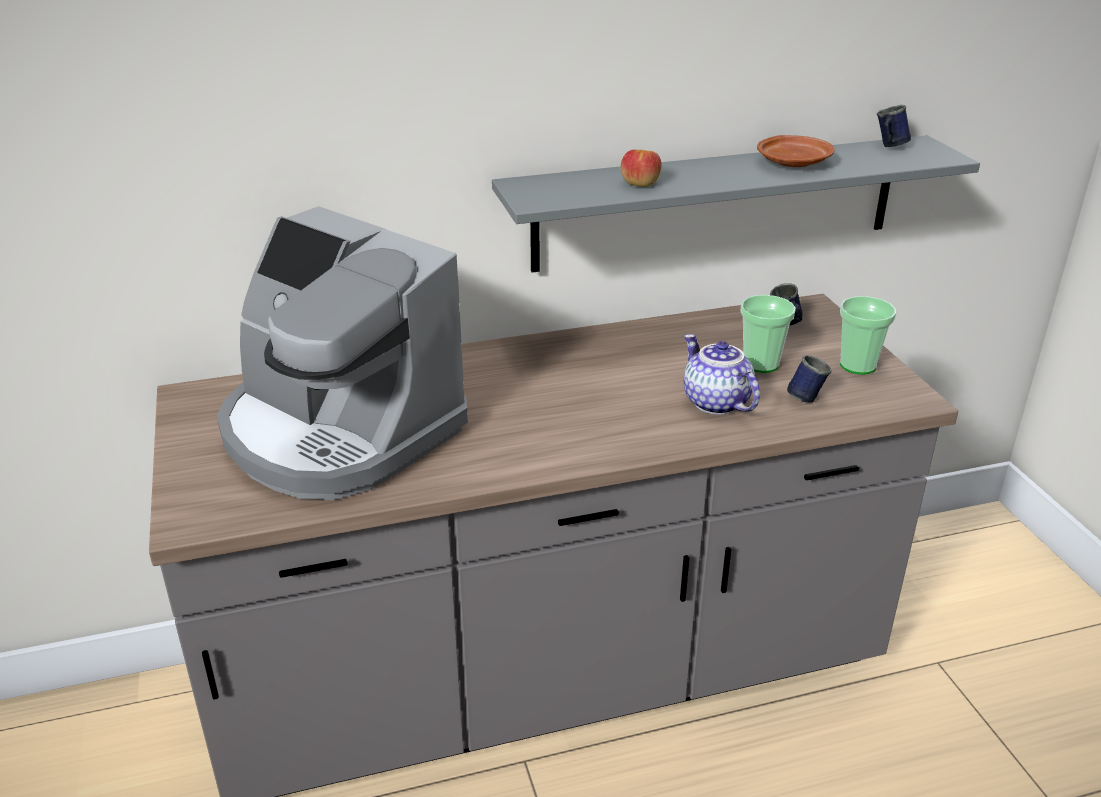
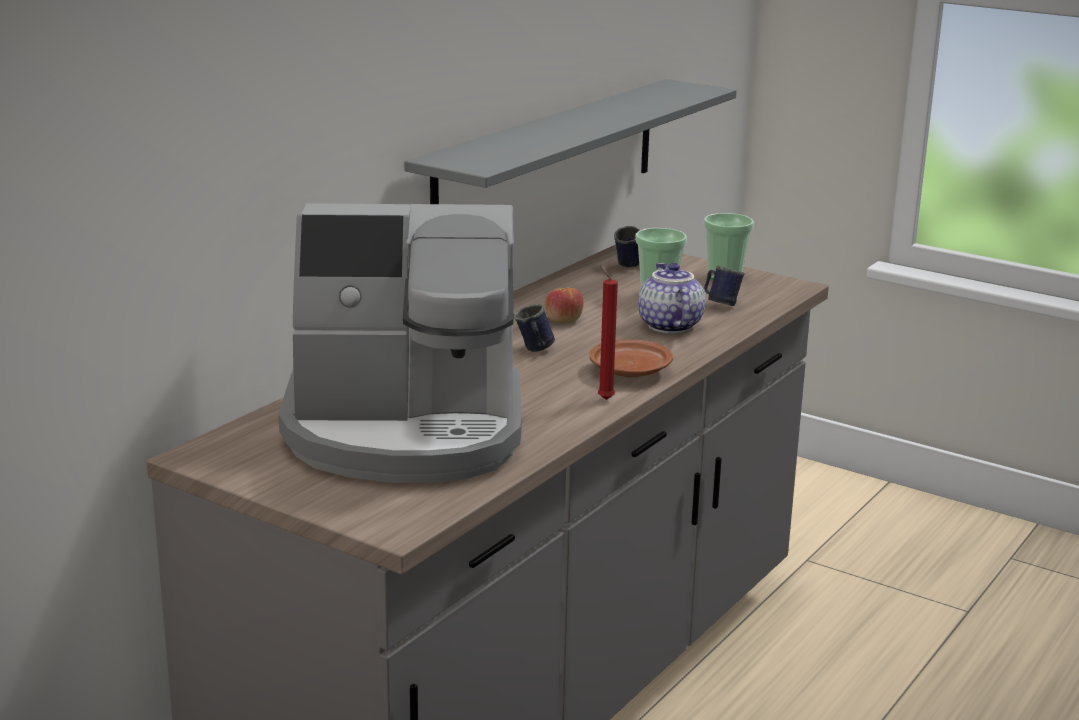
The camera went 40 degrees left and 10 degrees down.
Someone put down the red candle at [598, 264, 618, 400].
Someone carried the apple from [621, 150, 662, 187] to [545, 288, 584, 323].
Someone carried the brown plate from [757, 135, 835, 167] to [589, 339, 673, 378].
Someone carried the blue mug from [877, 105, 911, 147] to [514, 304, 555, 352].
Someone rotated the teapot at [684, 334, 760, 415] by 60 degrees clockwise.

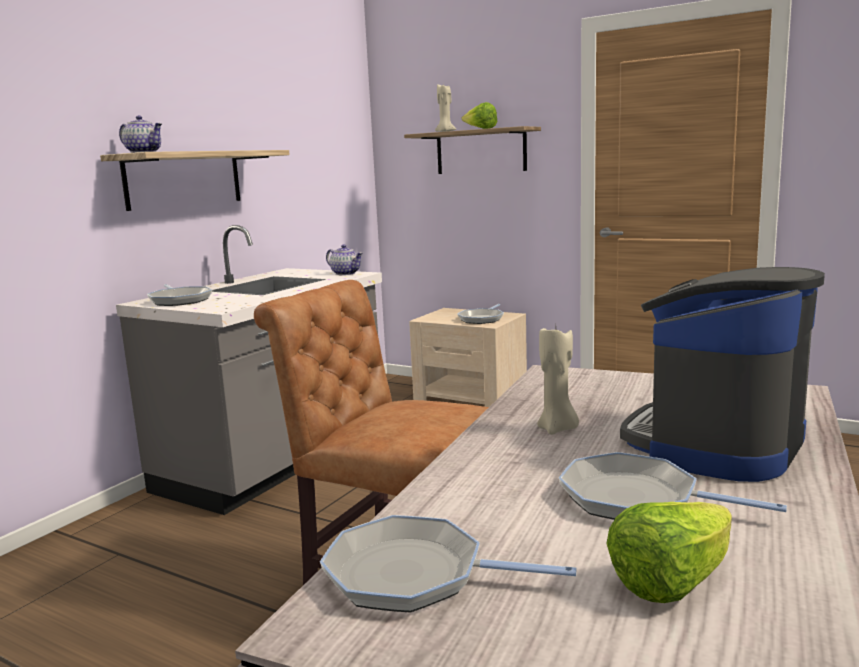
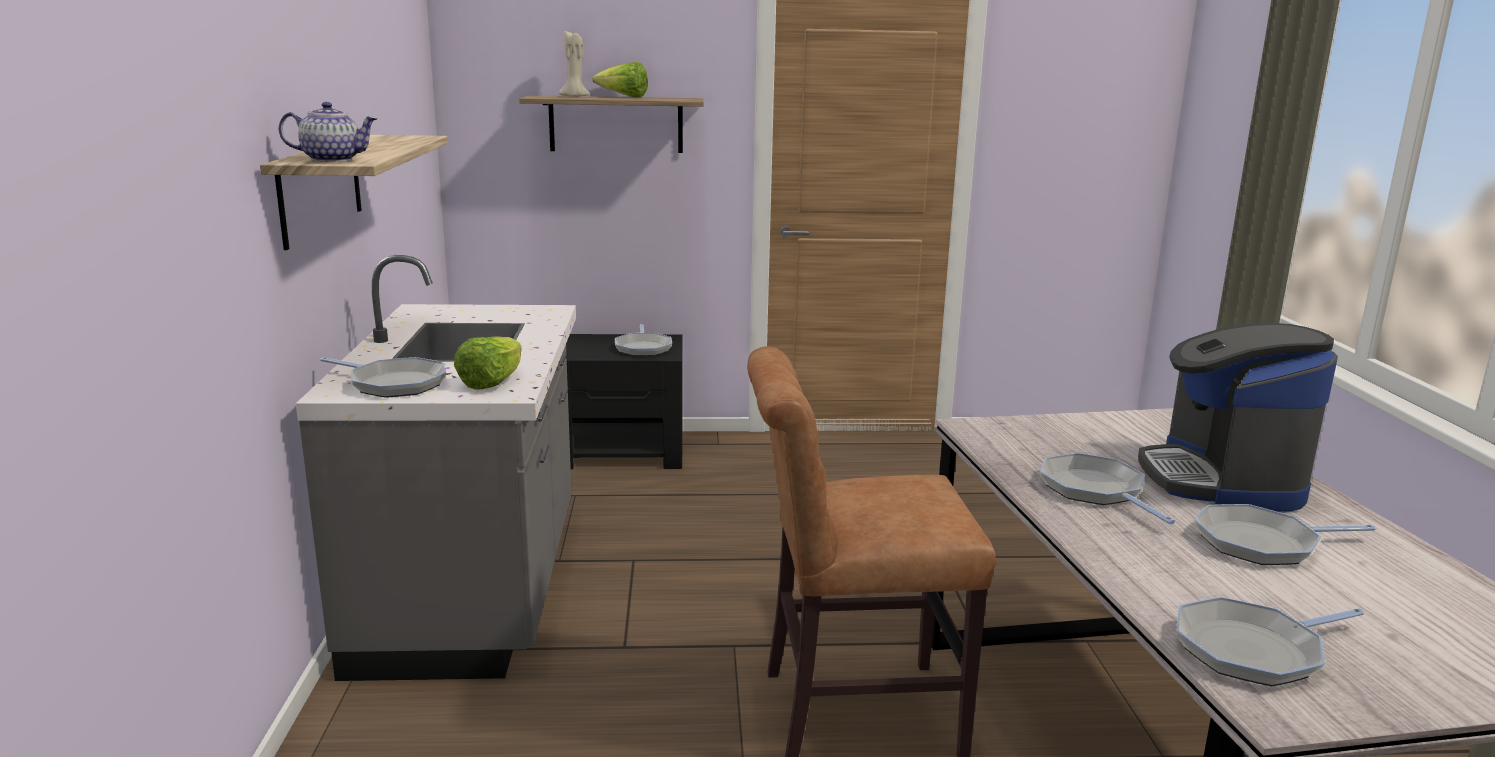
The camera went 35 degrees left and 5 degrees up.
Someone took away the teapot at [326, 244, 363, 275].
Someone carried the lettuce from [607, 502, 732, 603] to [454, 336, 521, 390].
Someone swapped the beige candle at [537, 327, 579, 435] for the frying pan at [1040, 453, 1175, 524].
Someone repainted the beige nightstand at [409, 308, 527, 407], which became the black nightstand at [566, 334, 683, 469].

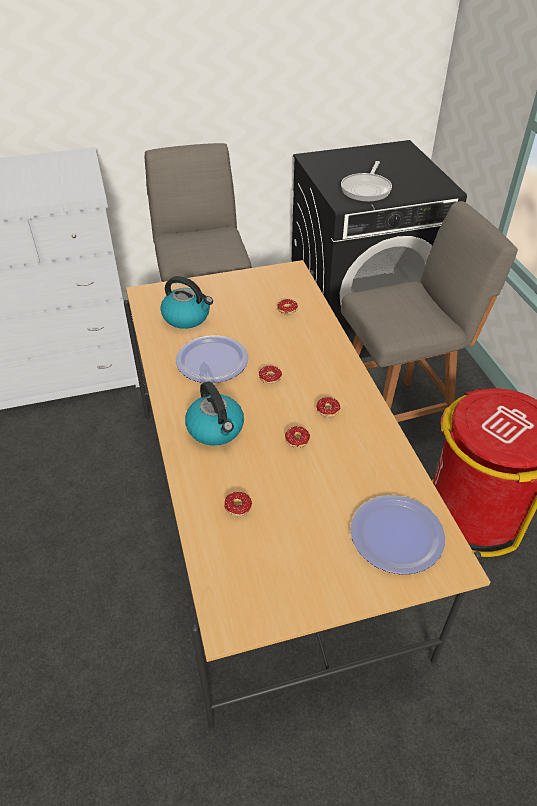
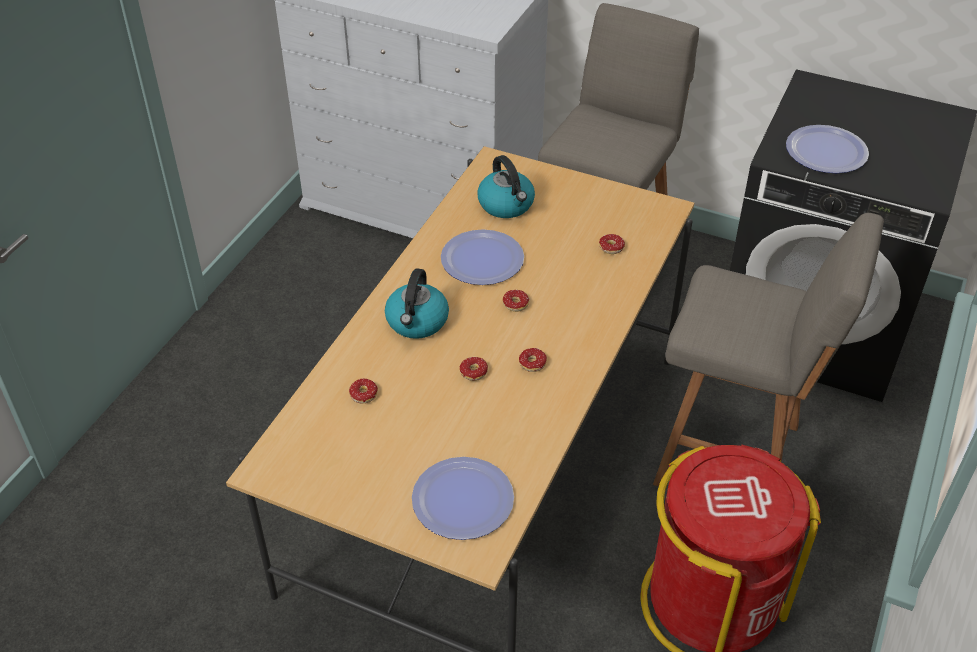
The camera went 40 degrees right and 0 degrees up.
Someone swapped the frying pan at [341, 161, 392, 202] for the plate at [786, 125, 869, 173].

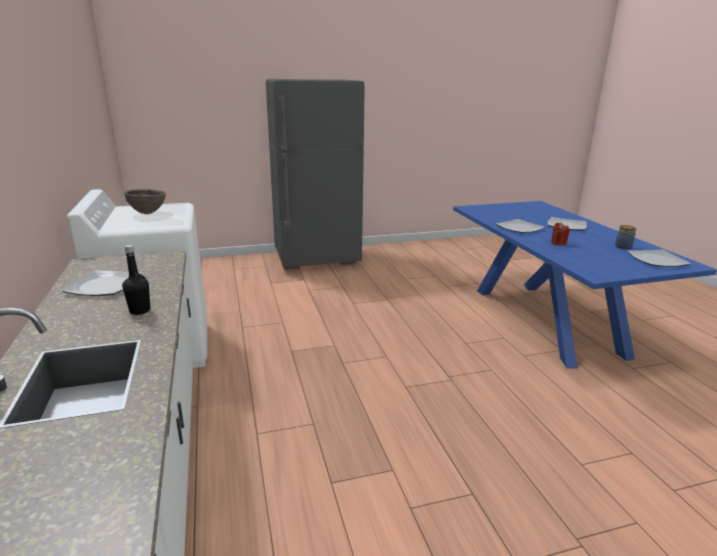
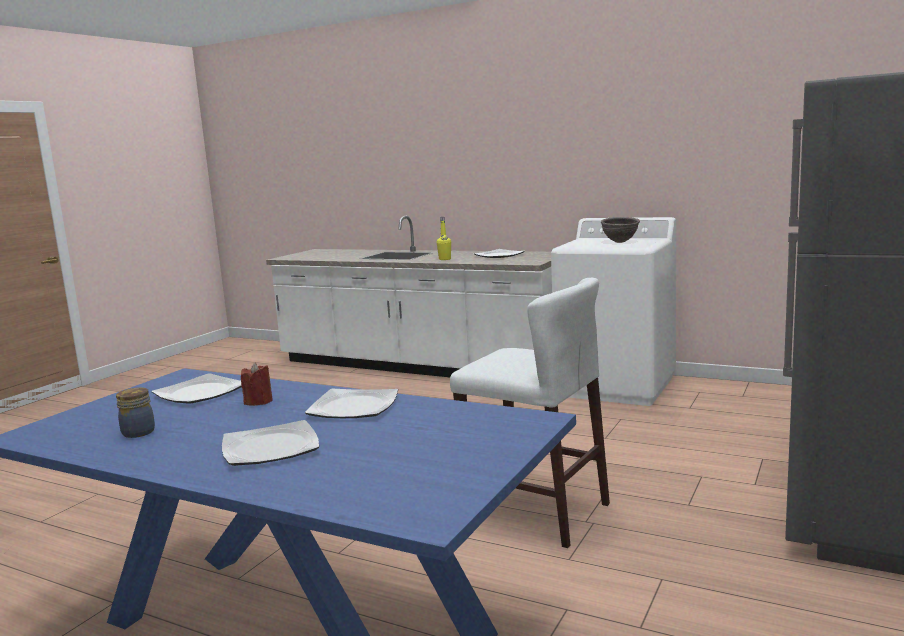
The camera went 135 degrees right and 10 degrees down.
Someone put down the white stool at [450, 278, 610, 548].
Someone carried the plate from [627, 250, 691, 267] to [151, 373, 241, 404].
Someone repainted the black bottle at [122, 245, 150, 315], which became the yellow bottle at [437, 217, 451, 260].

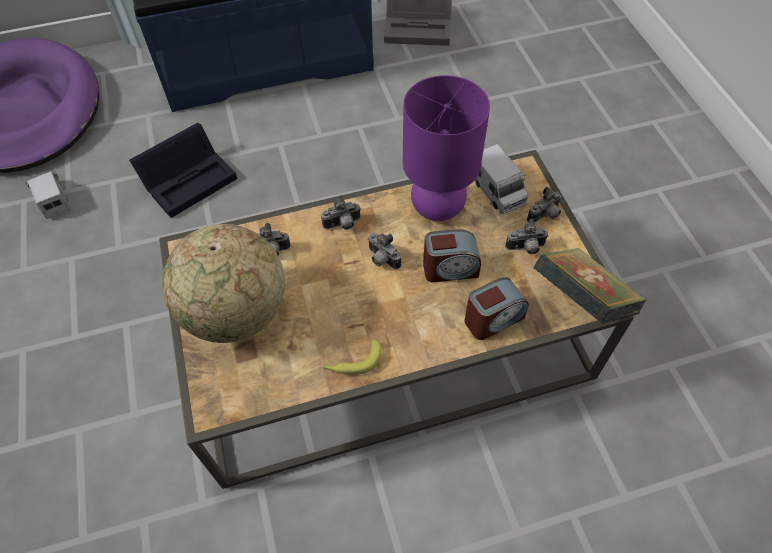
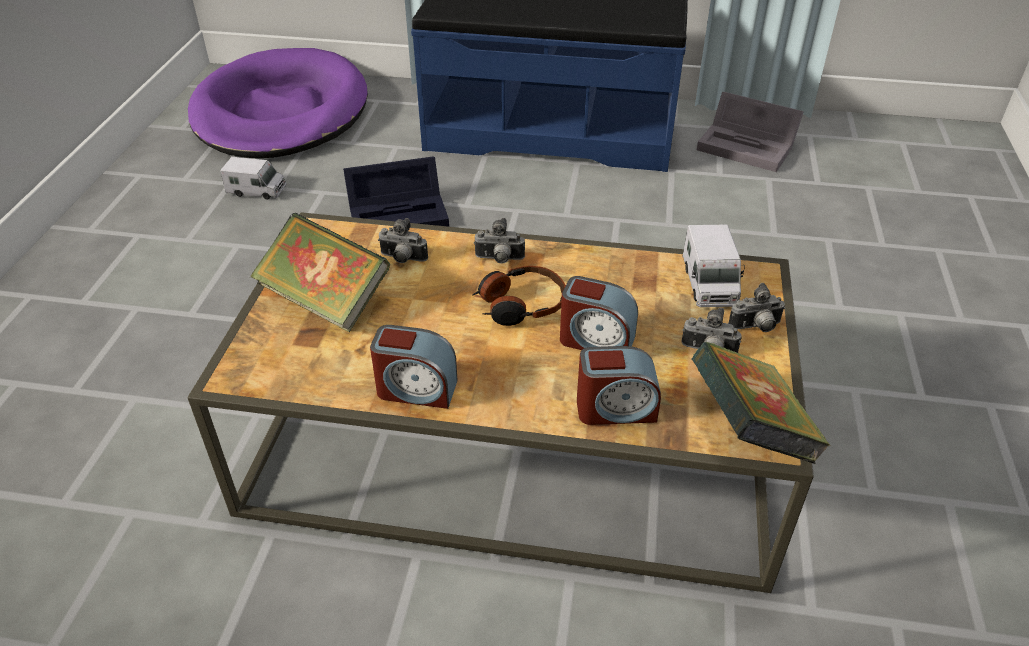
The camera went 25 degrees right and 15 degrees down.
Someone took away the purple table lamp at [403, 75, 490, 221].
Someone swapped the globe at [162, 224, 285, 343] for the book at [250, 213, 390, 332].
Someone swapped the banana at [322, 339, 382, 375] for the alarm clock at [370, 325, 457, 409].
Someone swapped the photo camera at [368, 233, 401, 269] for the headphones at [472, 266, 566, 326].
Someone rotated the toy truck at [26, 171, 71, 219] by 105 degrees clockwise.

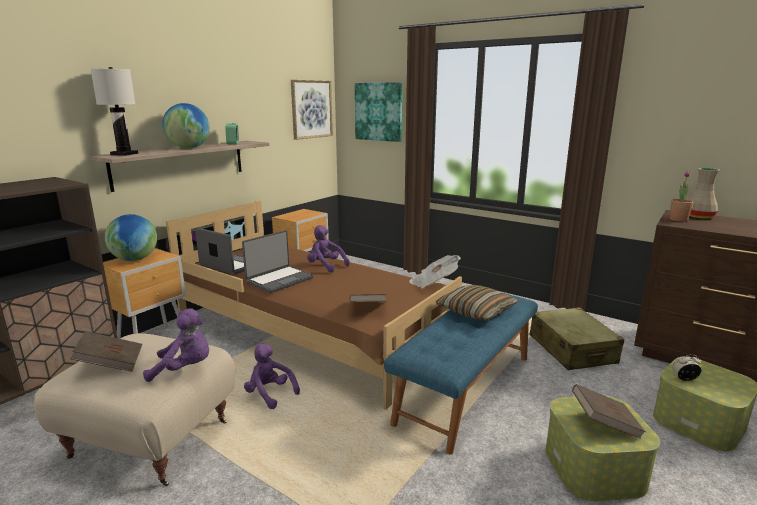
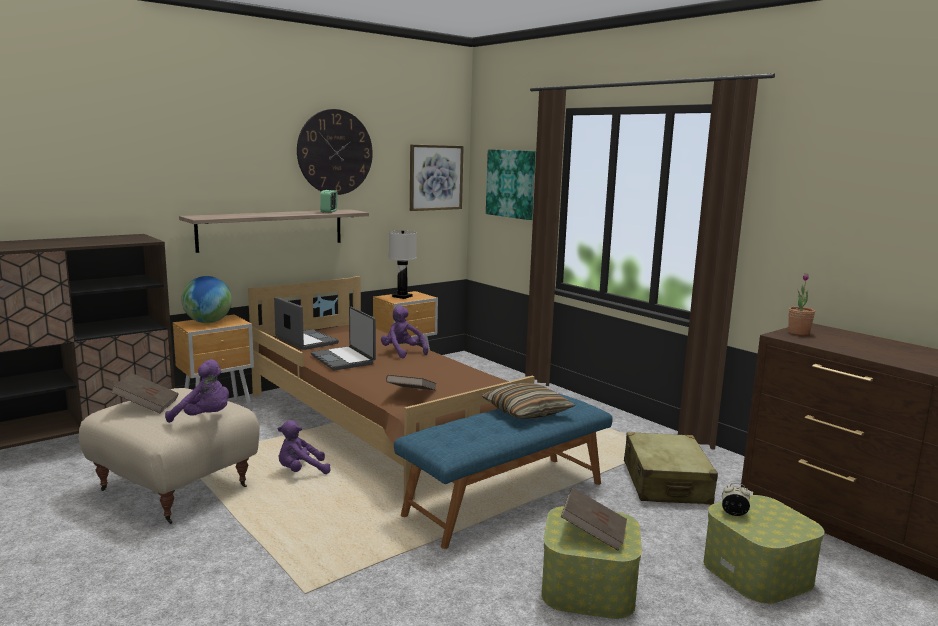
The camera went 15 degrees right and 5 degrees down.
Someone took away the globe at [162, 103, 210, 149].
Someone took away the newspaper at [409, 255, 461, 288].
Someone took away the beige vase at [688, 168, 720, 218].
Someone put up the wall clock at [297, 109, 373, 195].
Someone carried the white table lamp from [90, 67, 138, 156] to [389, 231, 417, 299].
Someone rotated the laptop at [242, 230, 314, 293] by 90 degrees clockwise.
Someone rotated the purple plush toy at [244, 344, 300, 409] by 75 degrees counterclockwise.

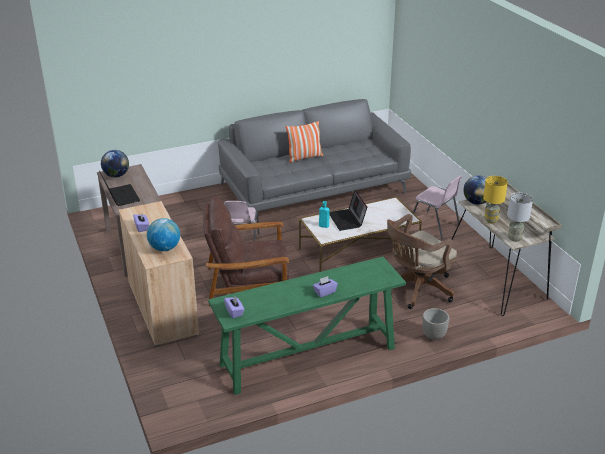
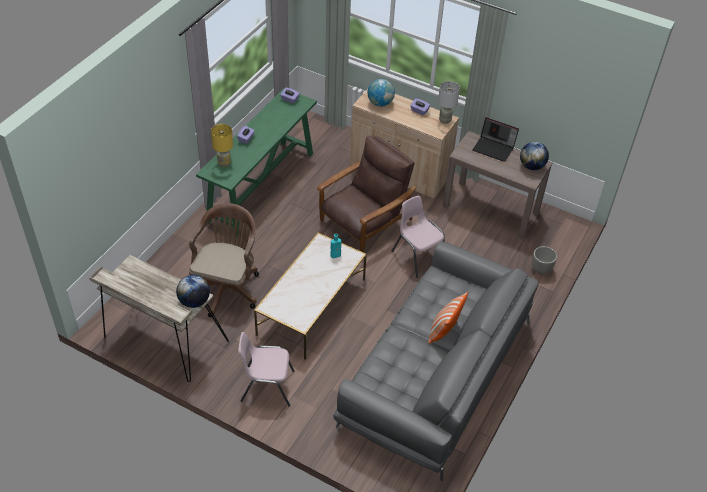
The camera went 140 degrees right and 15 degrees up.
Someone took away the laptop at [329, 190, 367, 231].
Someone carried the planter from [422, 308, 449, 340] to [532, 246, 557, 274].
Someone carried the yellow table lamp from [483, 176, 508, 223] to [211, 124, 233, 167].
Someone carried the grey table lamp from [507, 193, 533, 242] to [438, 81, 460, 124].

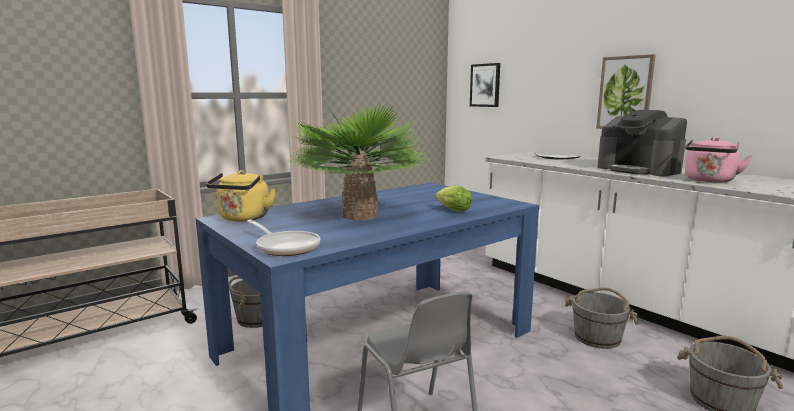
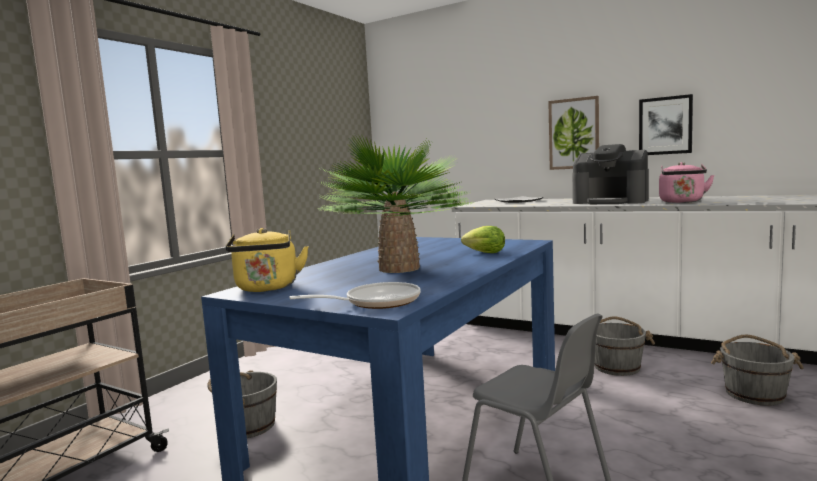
The camera went 20 degrees left and 5 degrees down.
Someone carried the picture from [470, 63, 500, 107] to [639, 94, 693, 155].
Someone rotated the frying pan at [247, 220, 320, 256] by 45 degrees counterclockwise.

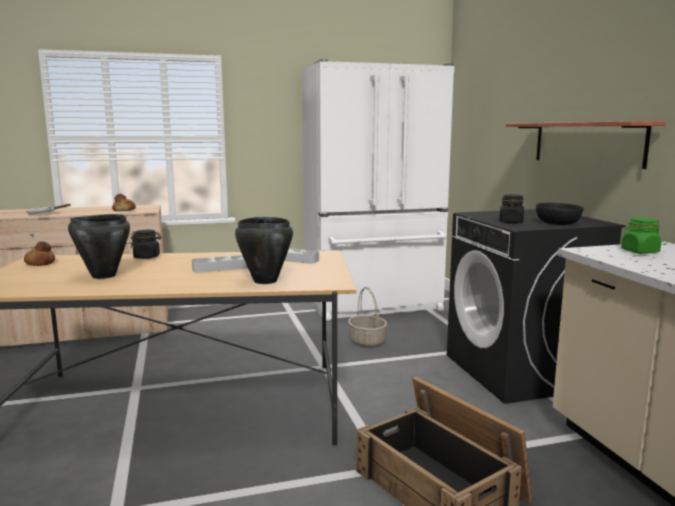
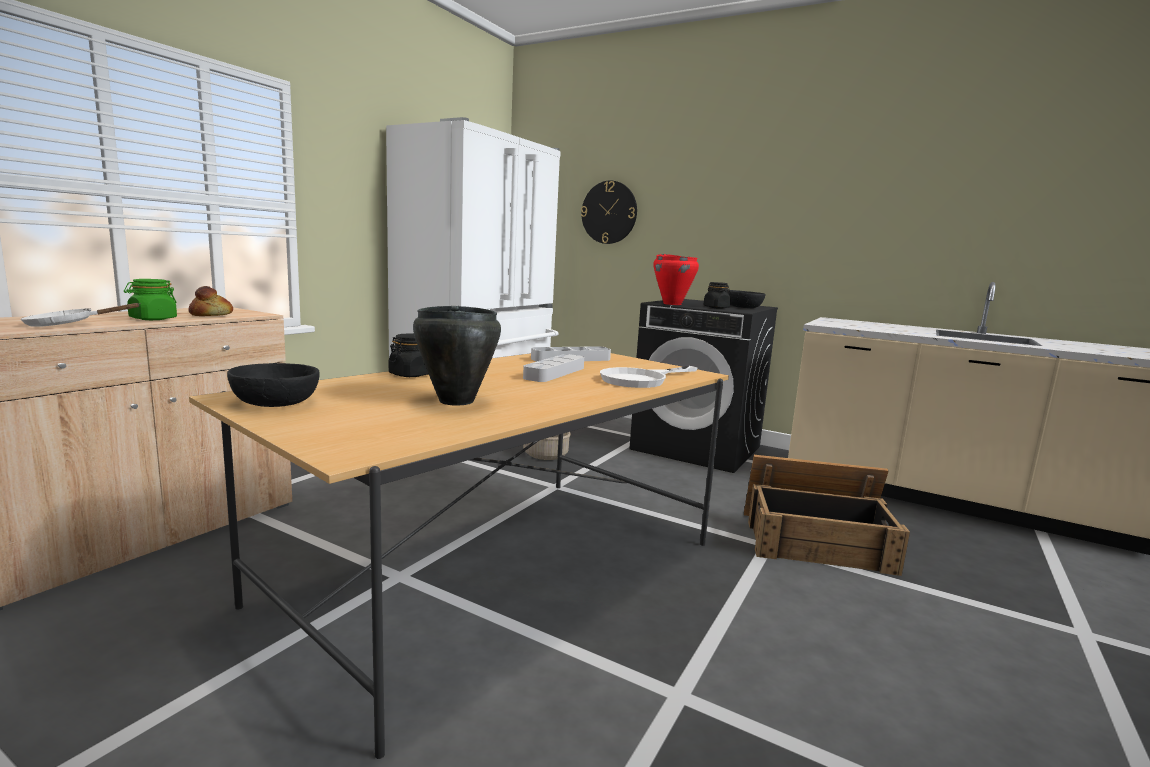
The camera went 45 degrees left and 0 degrees up.
Someone took away the shelf at [505, 121, 666, 169].
Someone put up the wall clock at [581, 180, 637, 244].
Someone put down the red cooking pot at [653, 254, 699, 305].
Someone carried the green jar from [621, 217, 661, 254] to [124, 279, 177, 320].
Someone swapped the bread at [24, 241, 55, 266] for the black bowl at [227, 363, 320, 407].
Someone swapped the black cooking pot at [235, 217, 293, 284] for the white frying pan at [600, 366, 698, 388].

